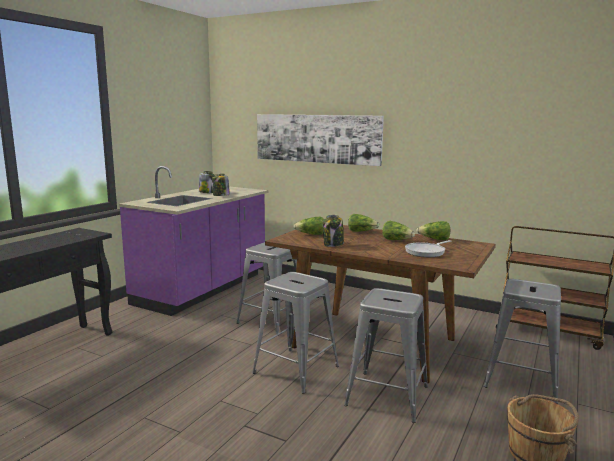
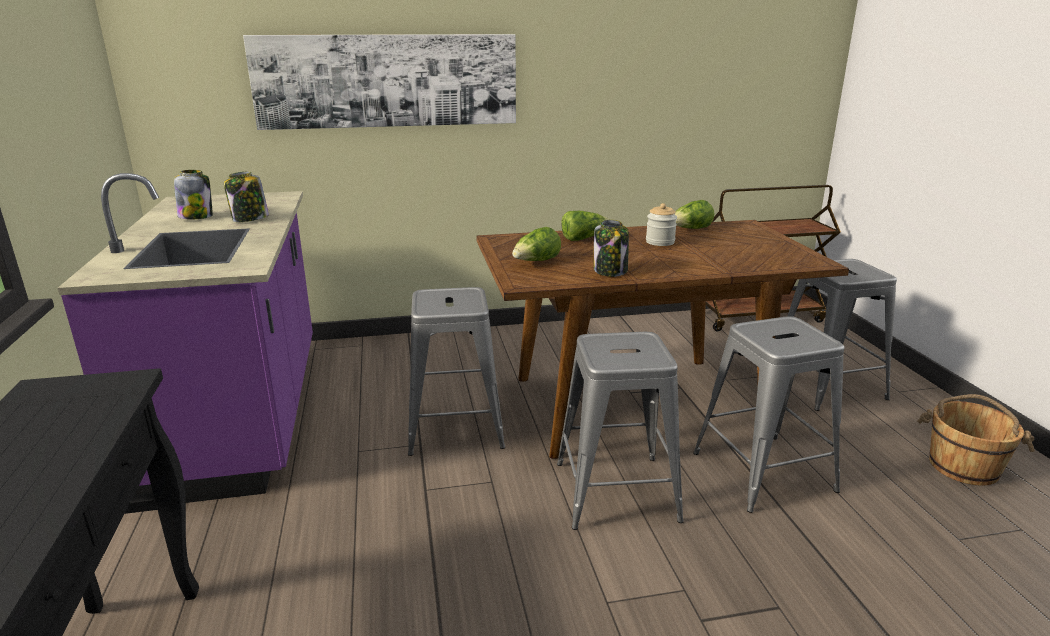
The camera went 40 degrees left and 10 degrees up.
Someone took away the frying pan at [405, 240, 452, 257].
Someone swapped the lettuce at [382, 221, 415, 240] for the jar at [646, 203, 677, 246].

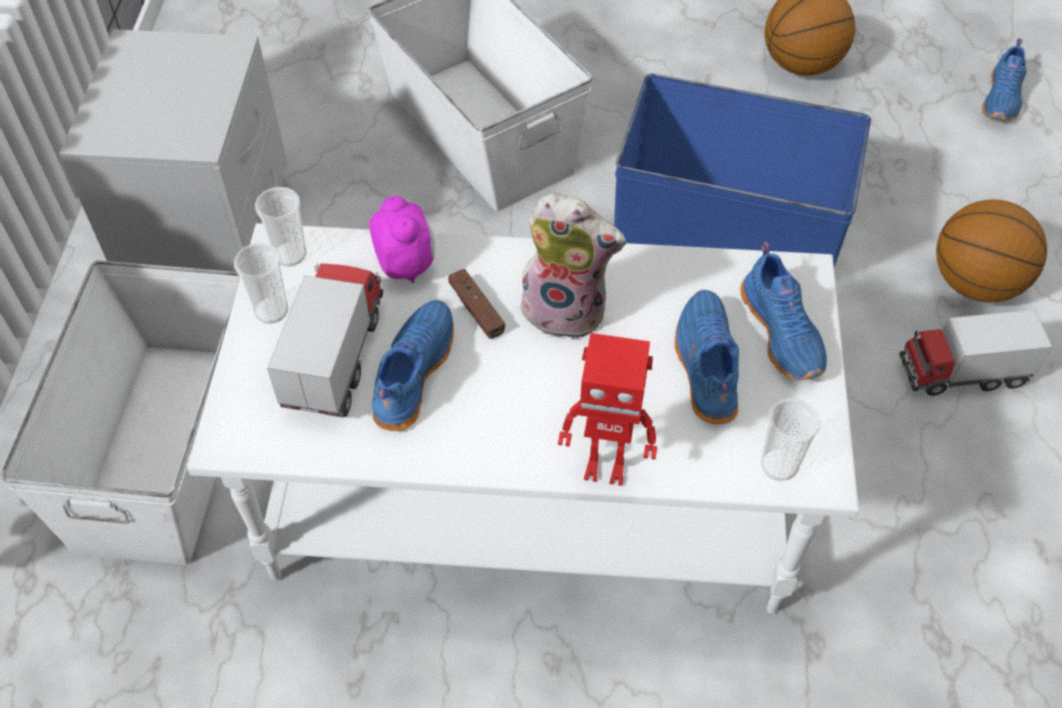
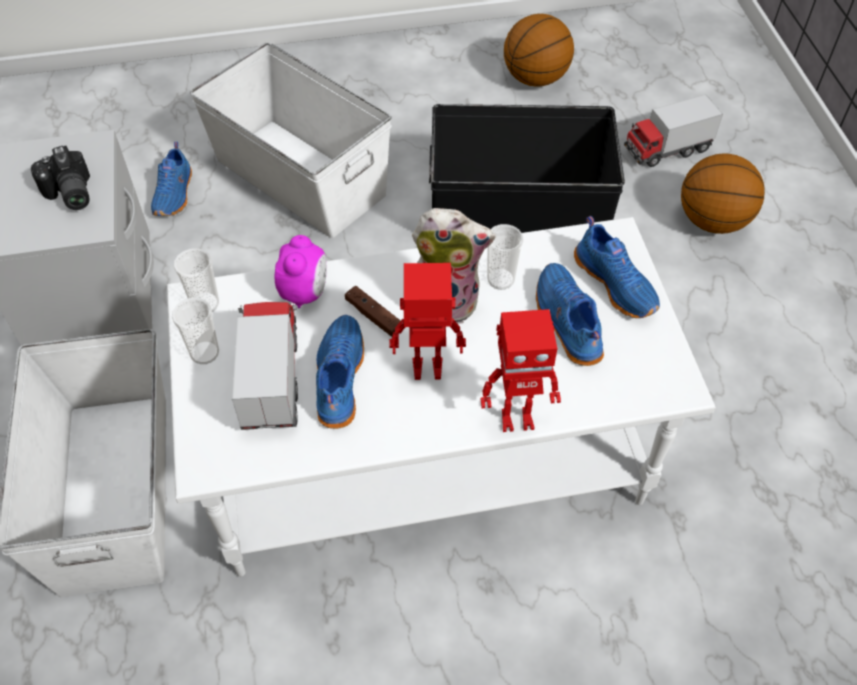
The camera went 15 degrees left and 0 degrees up.
Someone put down the photo camera at [31, 146, 90, 210].
Someone put down the toy robot at [389, 263, 466, 380].
Someone carried the cup from [761, 398, 820, 481] to [487, 224, 524, 290].
Someone carried the toy truck from [899, 309, 1052, 396] to [624, 94, 723, 167].
Someone carried the blue shoe from [982, 38, 1026, 121] to [151, 142, 192, 216].
Someone repainted the blue storage box at [614, 74, 871, 267], which became the black storage box at [429, 104, 625, 233].
Someone rotated the alarm clock at [370, 196, 435, 283] by 45 degrees clockwise.

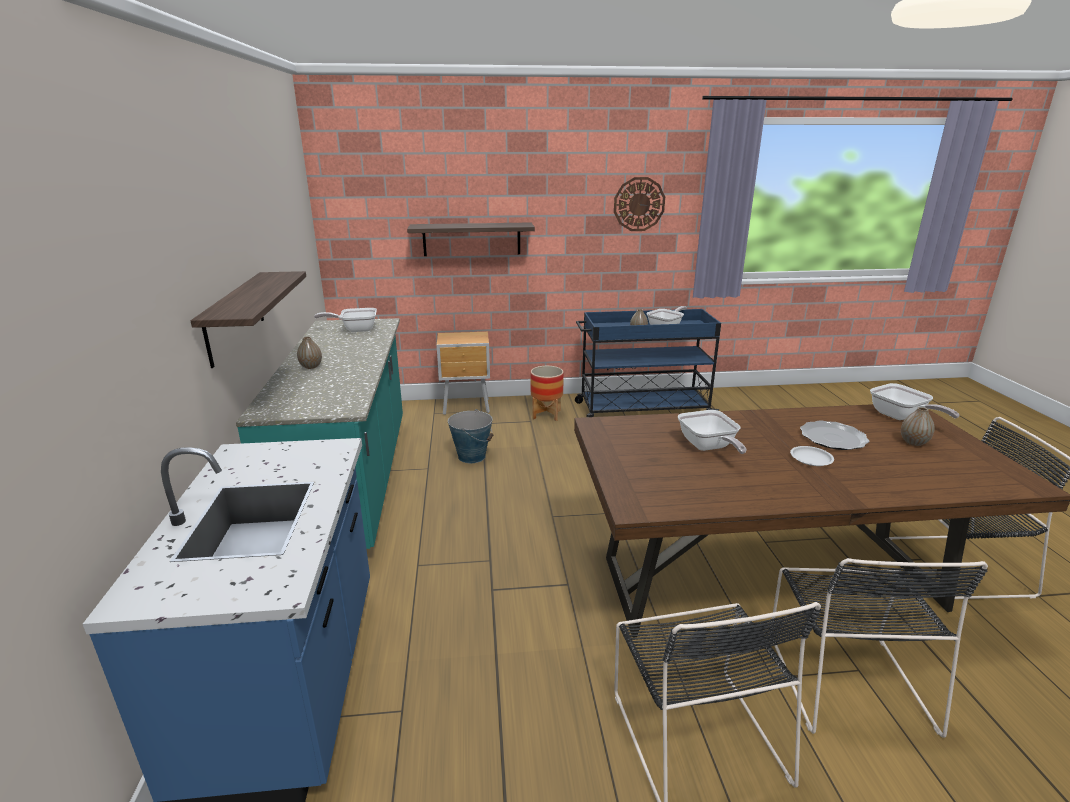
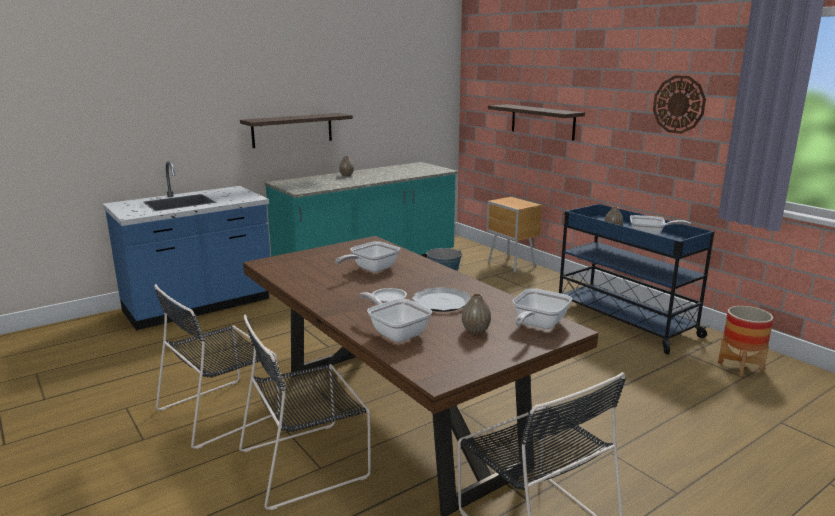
The camera went 60 degrees right and 5 degrees down.
Someone carried the frying pan from [314, 308, 377, 332] to [359, 292, 432, 342].
Someone carried the planter from [531, 366, 564, 421] to [718, 306, 773, 376].

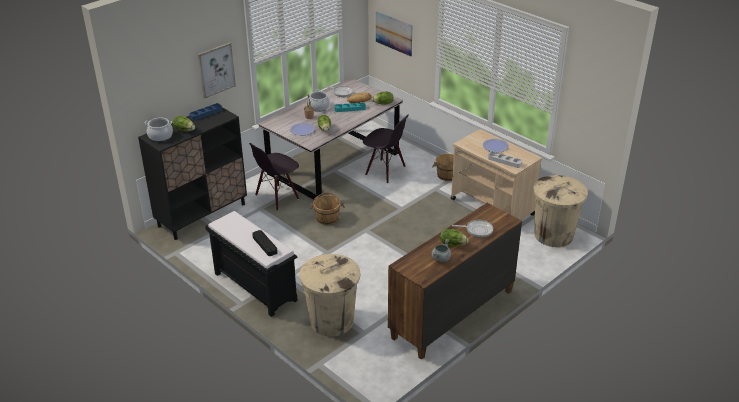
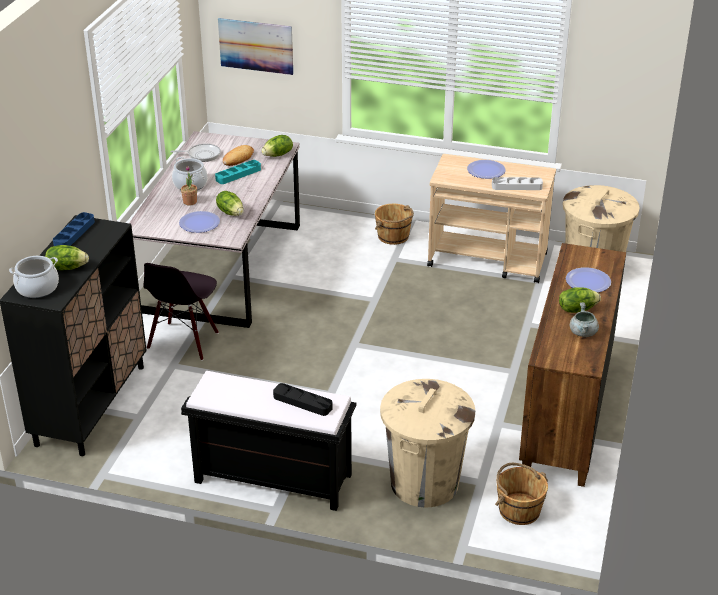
The camera went 30 degrees left and 0 degrees up.
Someone took away the picture at [198, 42, 236, 98].
Someone took away the black chair at [363, 114, 409, 183].
Someone carried the brown bucket from [309, 192, 345, 225] to [495, 463, 548, 525].
Someone swapped the frying pan at [452, 220, 493, 238] for the plate at [566, 267, 611, 292].

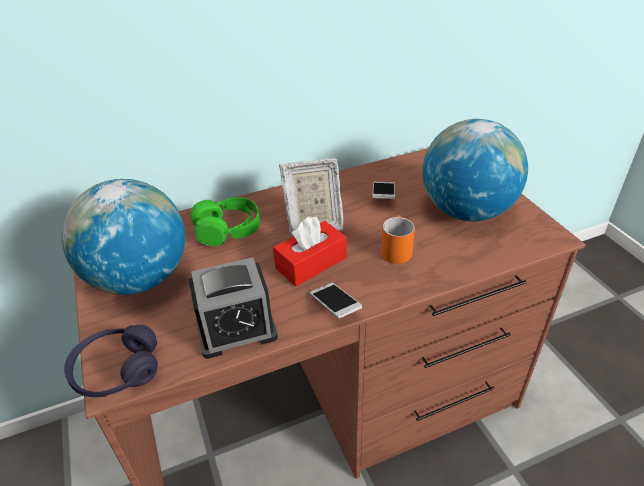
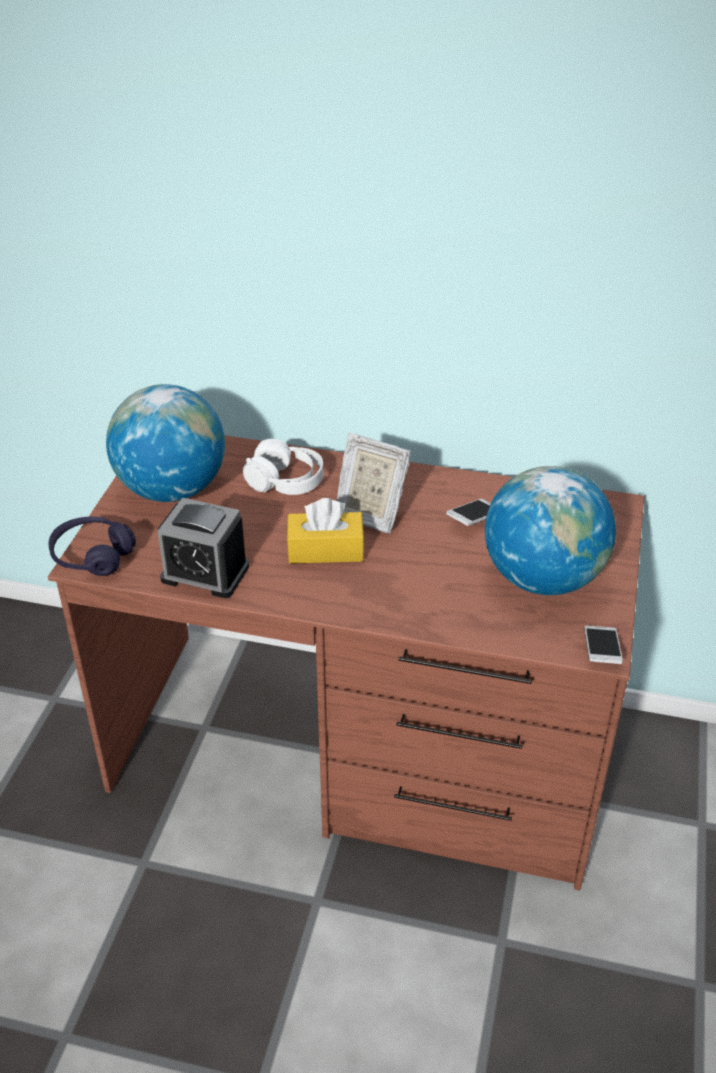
The camera went 35 degrees right and 0 degrees up.
Someone took away the orange mug at [381, 215, 415, 264].
Someone carried the phone from [310, 283, 362, 319] to [584, 625, 623, 664].
Someone repainted the green headphones at [190, 197, 260, 246], which became the white headphones at [243, 439, 323, 495].
Someone repainted the red tissue box at [273, 217, 347, 287], which became the yellow tissue box at [287, 498, 364, 564].

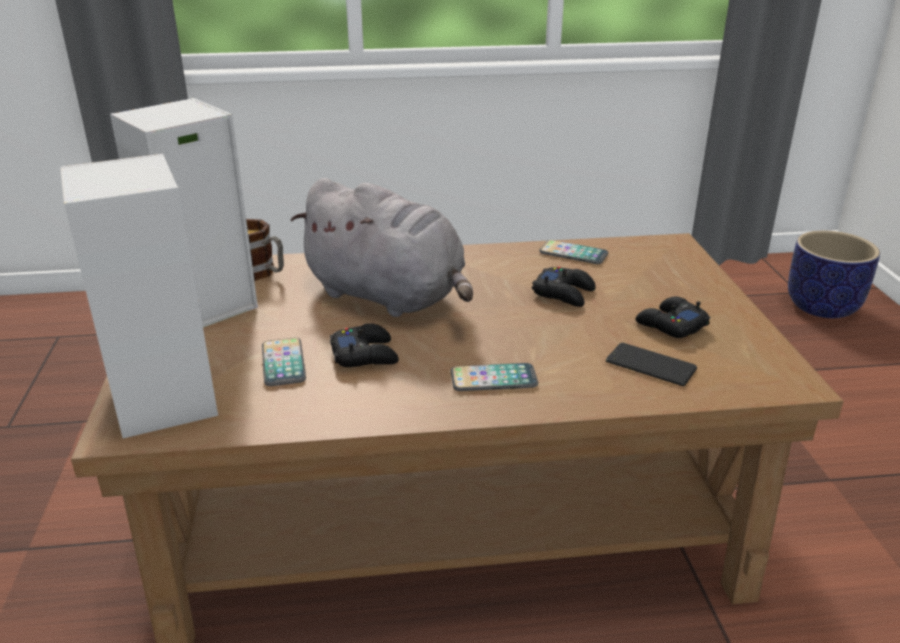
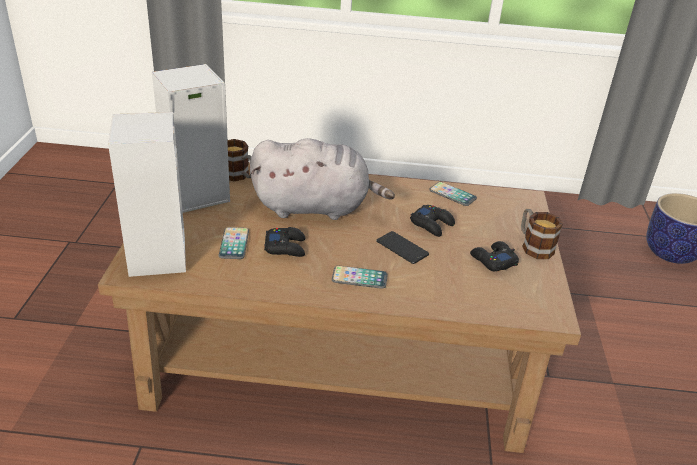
The camera went 10 degrees right and 5 degrees up.
Someone put down the mug at [521, 209, 563, 259].
Someone carried the phone from [606, 343, 697, 386] to [376, 231, 429, 264].
Someone rotated the grey plush toy at [290, 178, 473, 317] by 45 degrees counterclockwise.

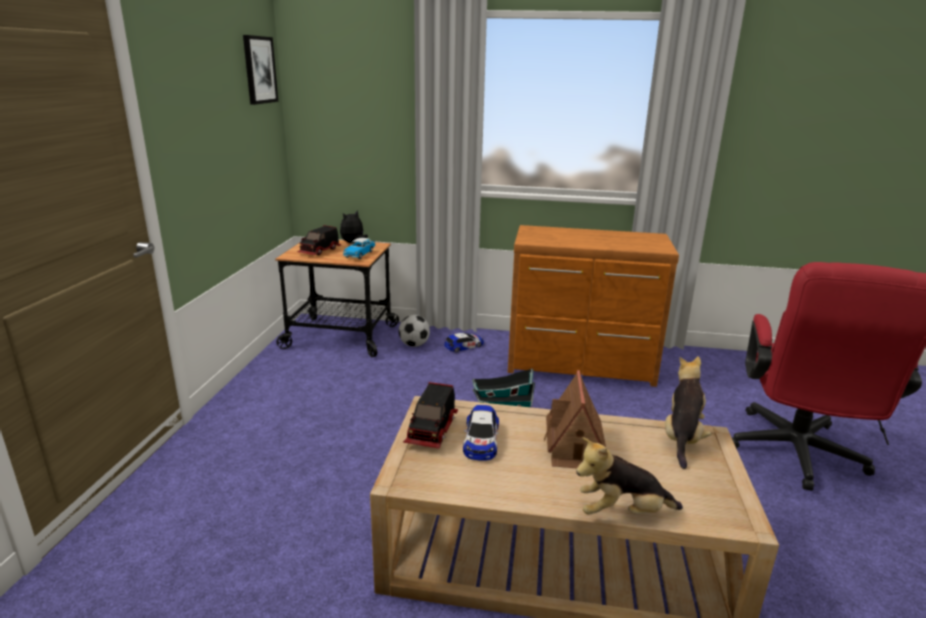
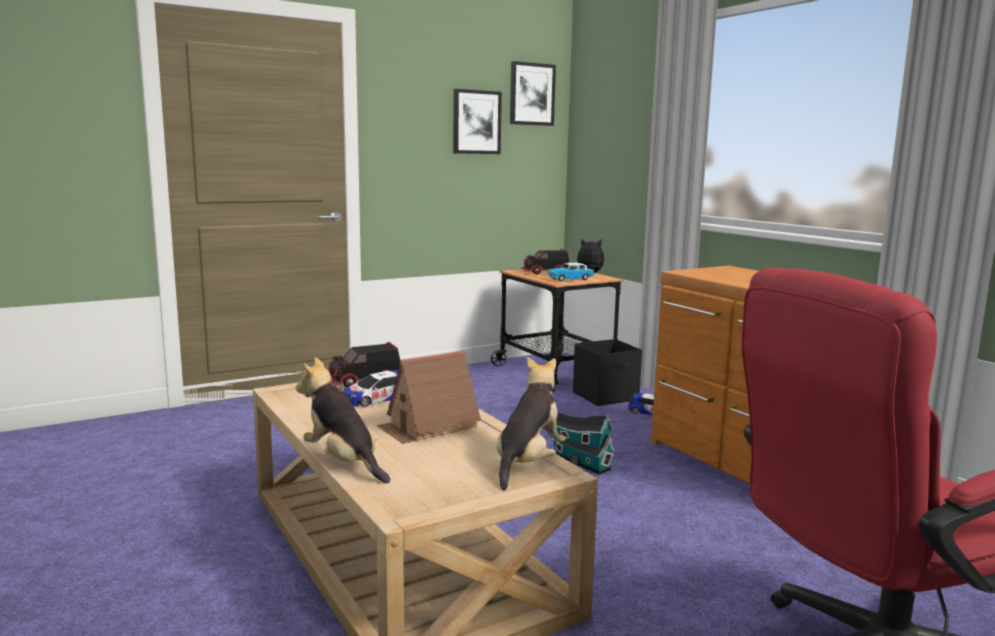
The camera went 50 degrees right and 10 degrees down.
Someone put up the picture at [453, 89, 502, 154].
Someone swapped the football at [399, 315, 430, 347] for the black storage box at [573, 339, 642, 406].
Someone rotated the plush toy at [665, 356, 711, 469] by 45 degrees counterclockwise.

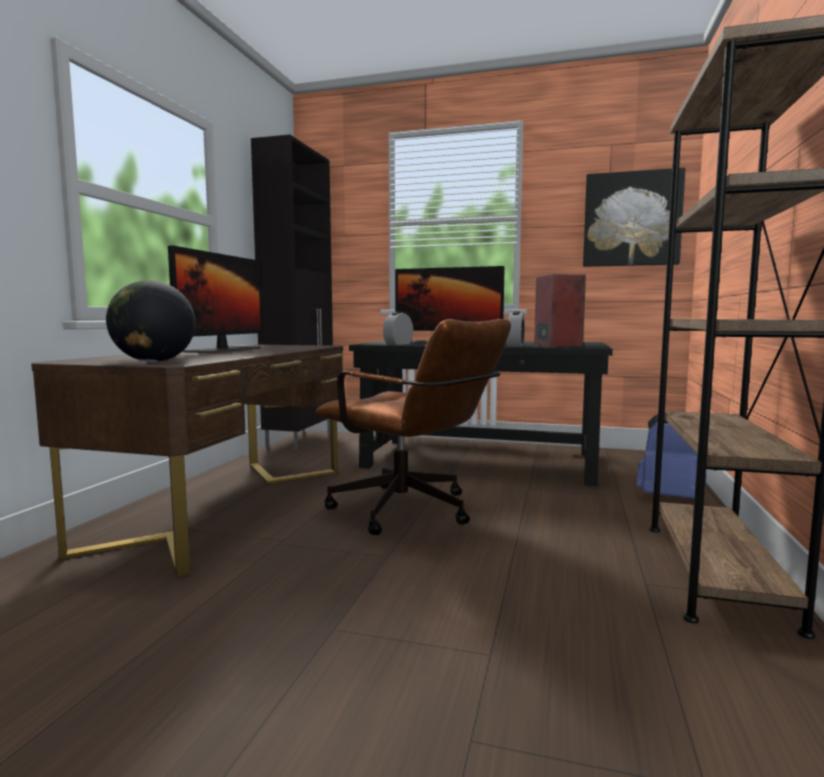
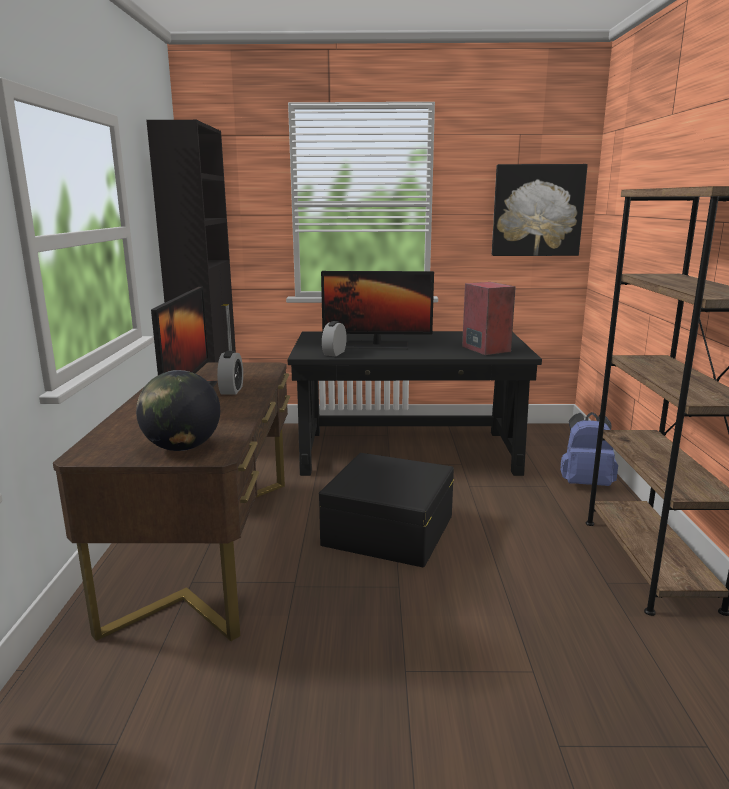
The camera went 15 degrees left and 10 degrees up.
Someone carried the alarm clock from [507, 311, 525, 347] to [217, 351, 243, 395].
Someone swapped the brown office chair at [316, 319, 511, 535] for the black storage box at [319, 453, 454, 567].

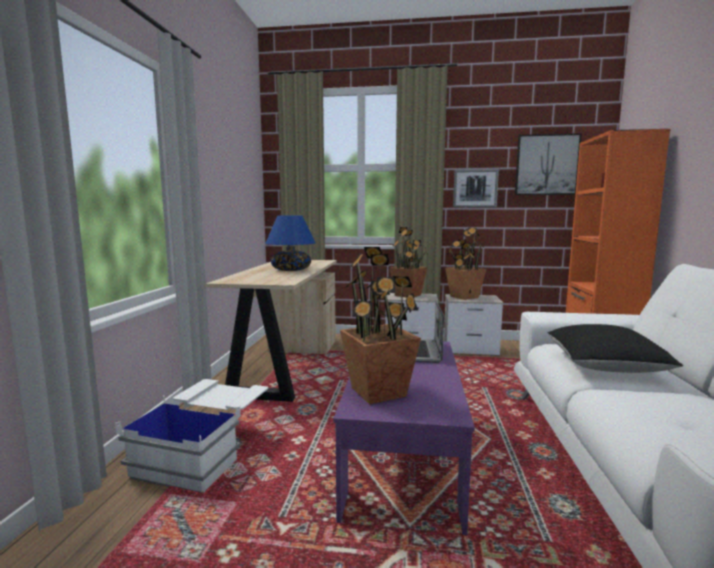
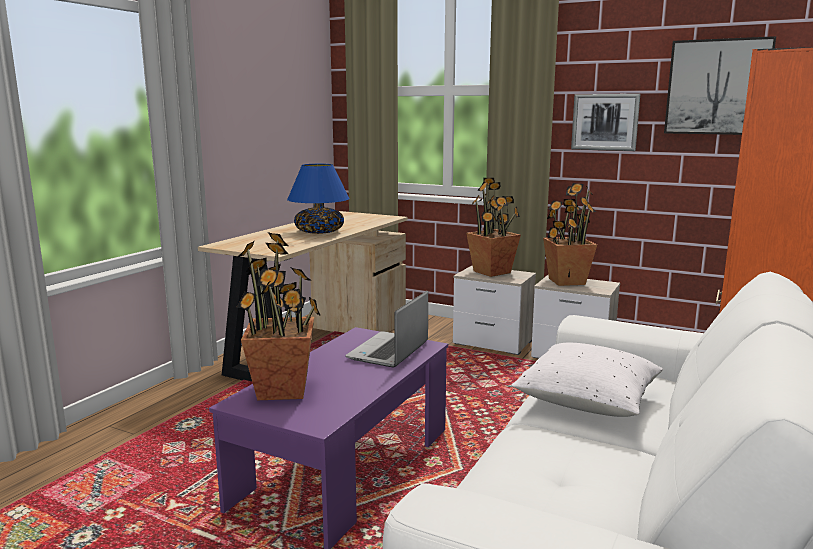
The camera went 20 degrees right and 5 degrees up.
Someone took away the white storage box at [115, 379, 268, 493].
Someone repainted the black pillow at [547, 324, 683, 373], which became the white pillow at [511, 343, 663, 417].

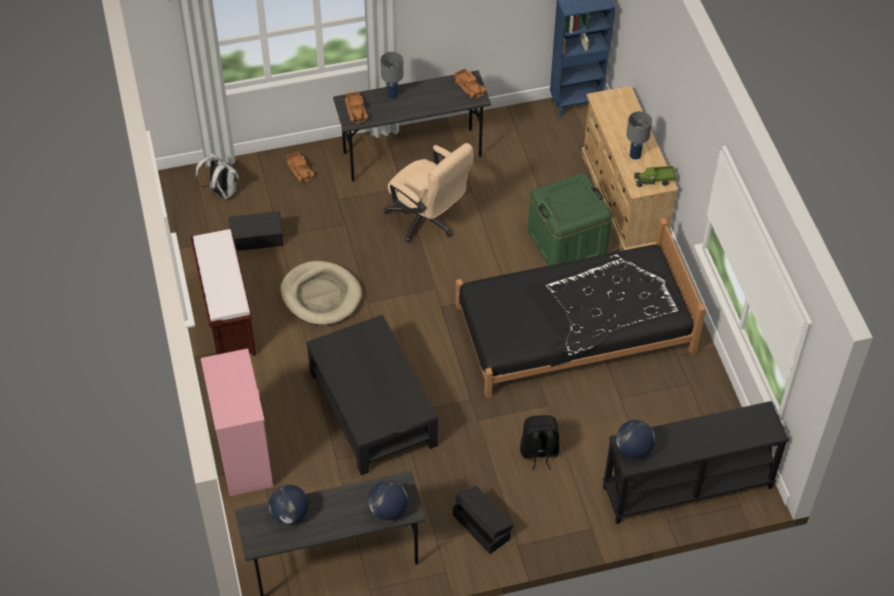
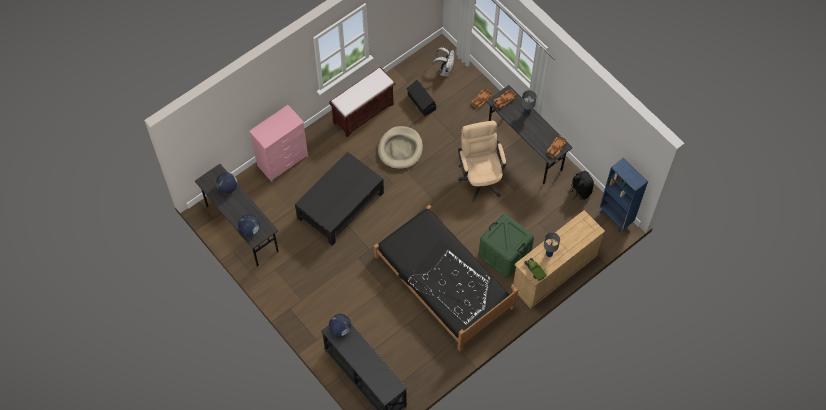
The camera went 65 degrees right and 10 degrees up.
Someone took away the black storage box at [453, 486, 514, 554].
Someone carried the black backpack from [520, 415, 559, 470] to [570, 171, 594, 200].
Someone rotated the beige office chair at [384, 143, 474, 243] by 150 degrees clockwise.

